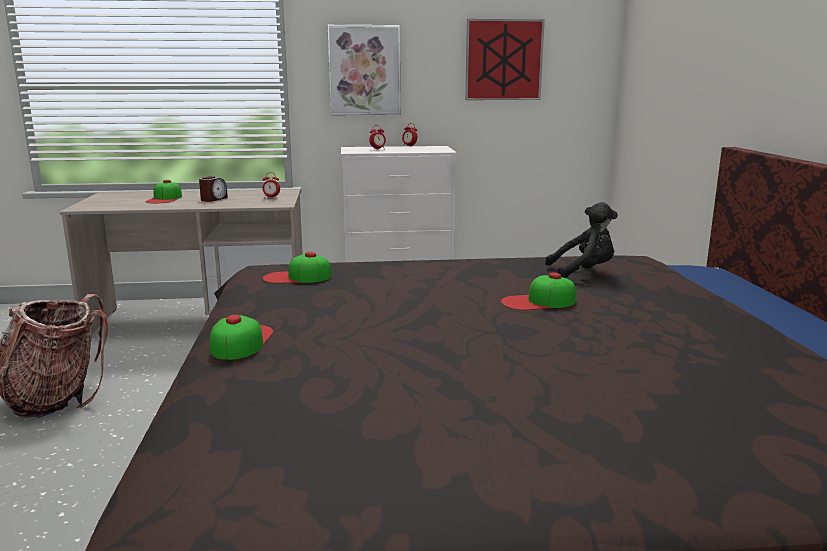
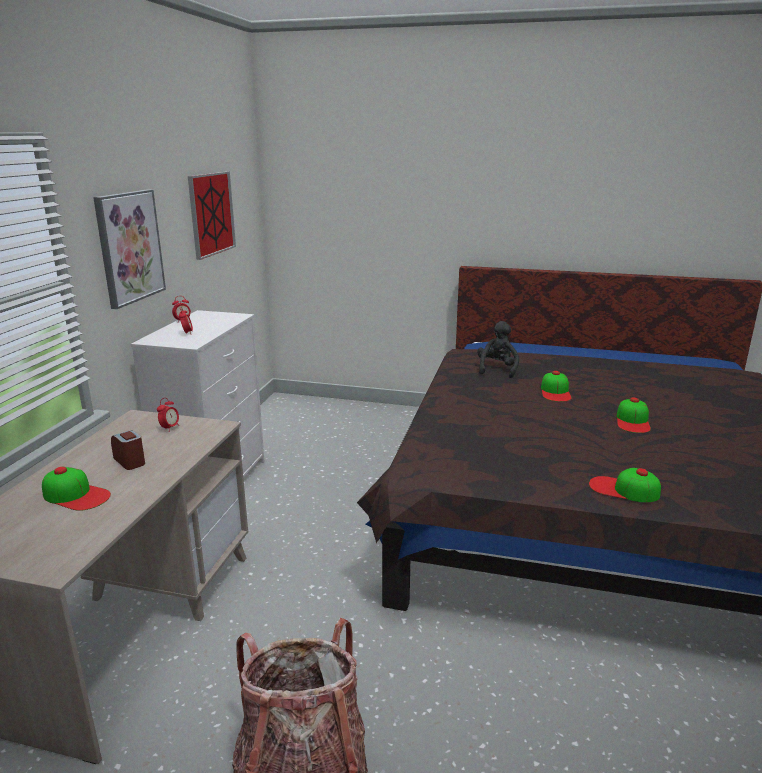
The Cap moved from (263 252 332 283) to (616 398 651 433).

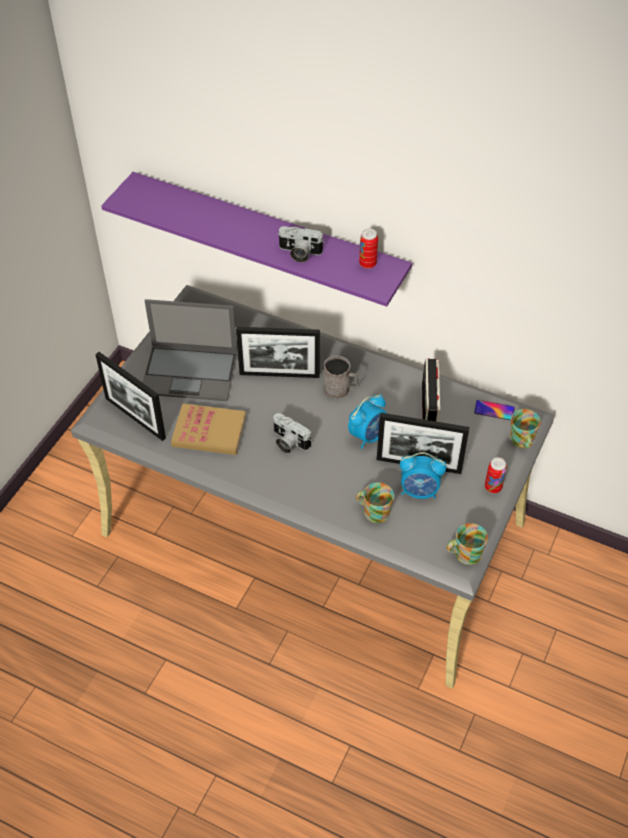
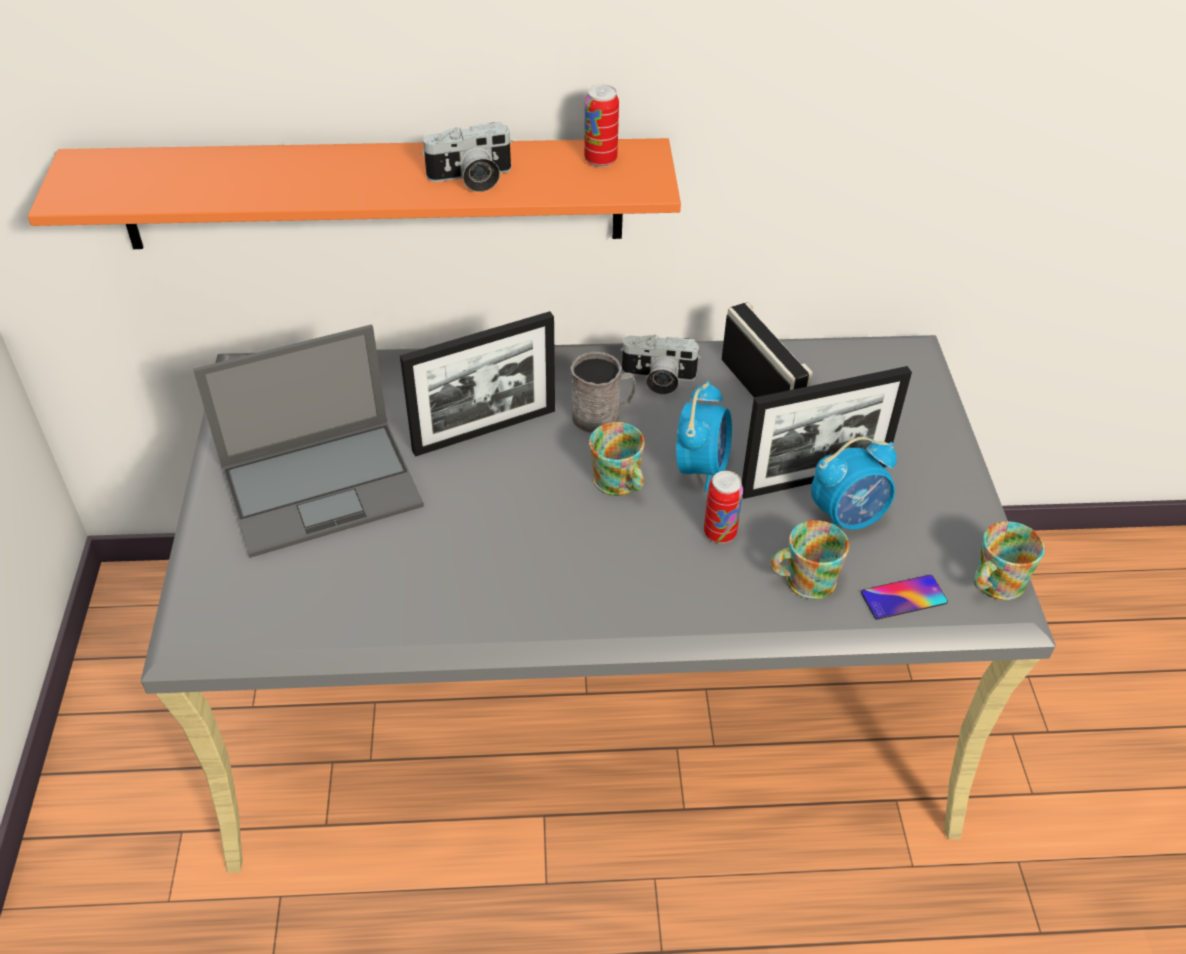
The PictureFrame at (95 352 166 441) disappeared. The PurpleShelf at (101 172 412 307) became the OrangeShelf at (28 138 681 249). The Book at (171 404 246 455) disappeared. The PhotoCamera moved from (273 413 311 453) to (620 335 701 394). The Phone moved from (474 400 515 420) to (861 575 948 619). The Can moved from (485 457 507 494) to (704 471 743 543). The Mug moved from (510 409 541 449) to (589 422 645 496).

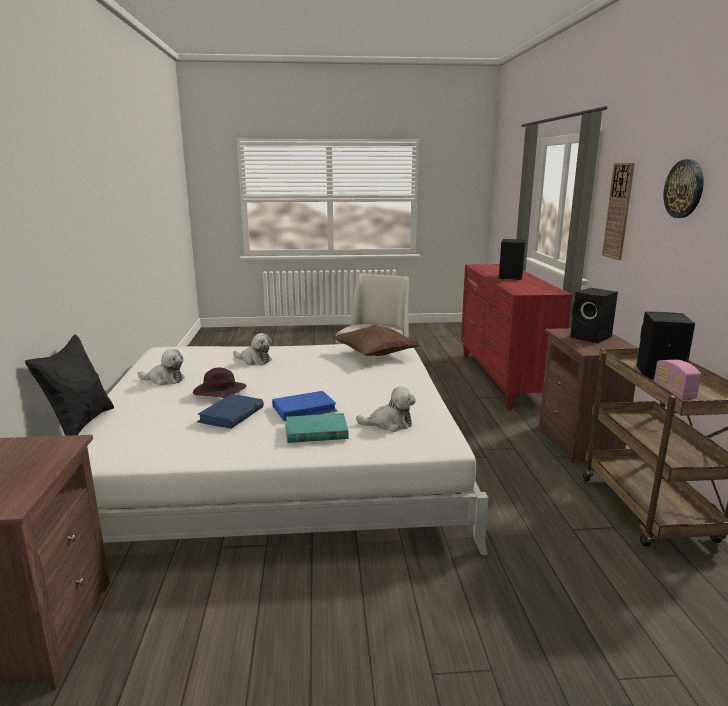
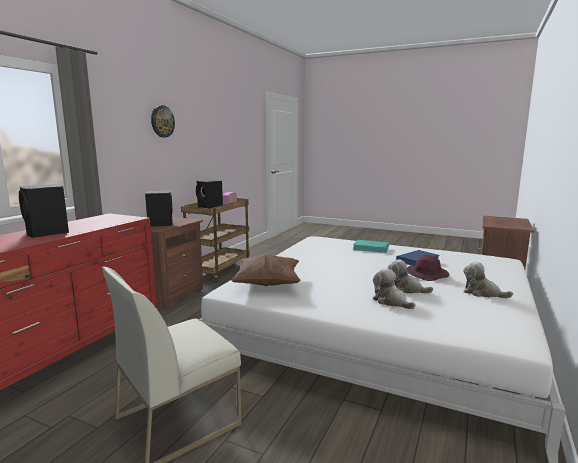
The BlackPillow at (25 334 114 436) disappeared. The BlueBook at (272 391 338 421) disappeared. The PlushToy moved from (356 386 416 432) to (388 259 433 294). The WallClock at (602 163 635 260) disappeared.

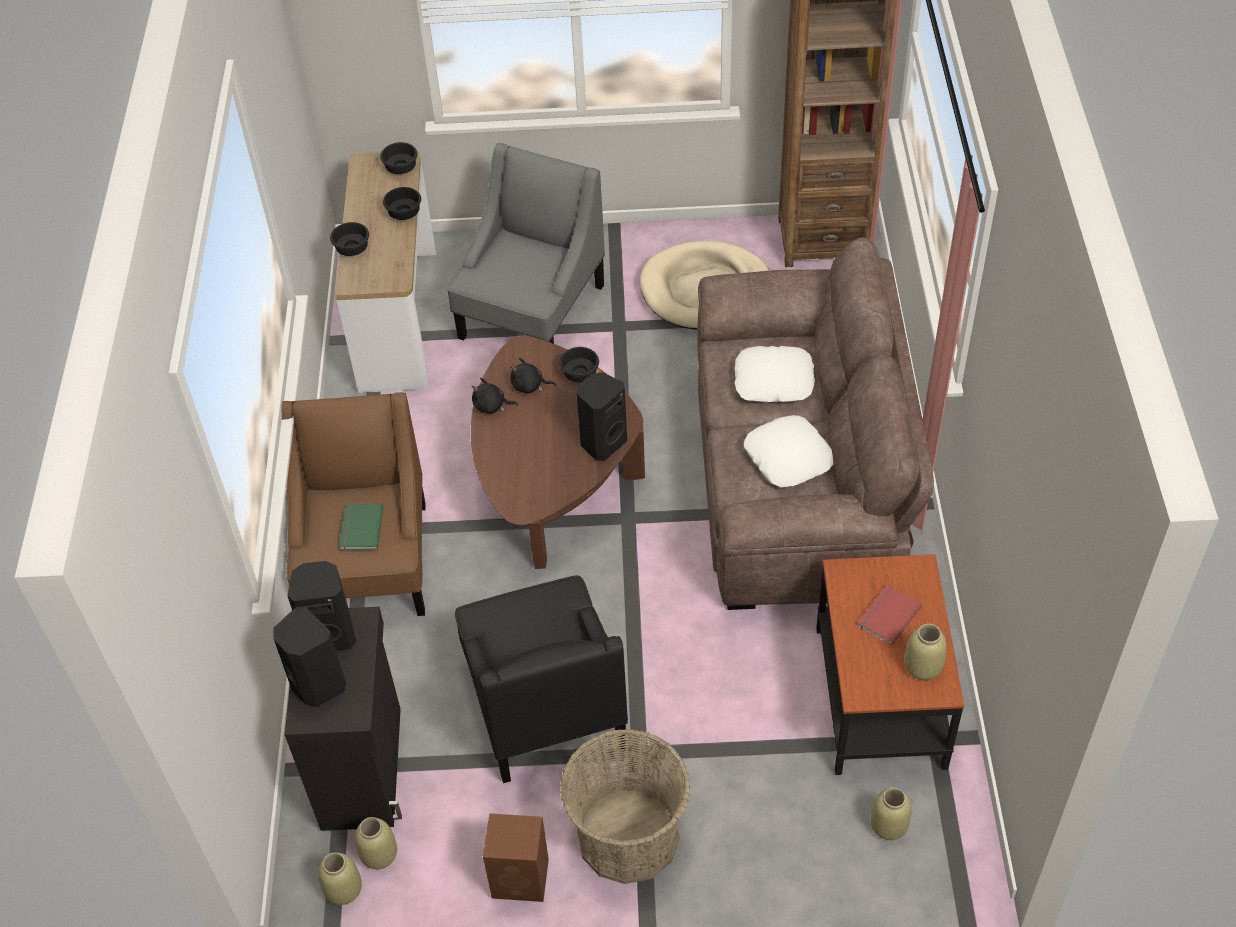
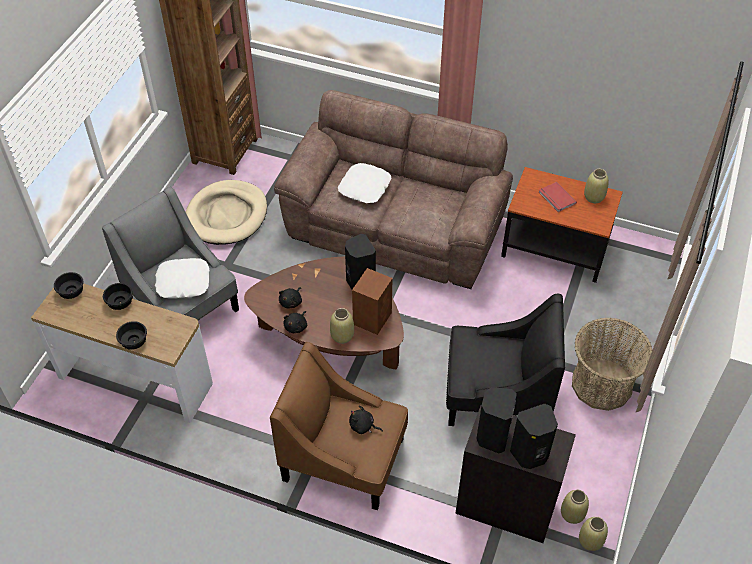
The GreenBook at (339 504 383 551) was replaced by the BlackPlushToy at (349 405 383 434). The BrownSpeaker moved from (483 813 549 902) to (352 268 392 335). The BlackBowl at (559 347 599 382) disappeared. The WhitePillow moved from (744 415 833 487) to (155 258 209 299). The BeigeVase moved from (870 787 911 840) to (330 308 354 344).

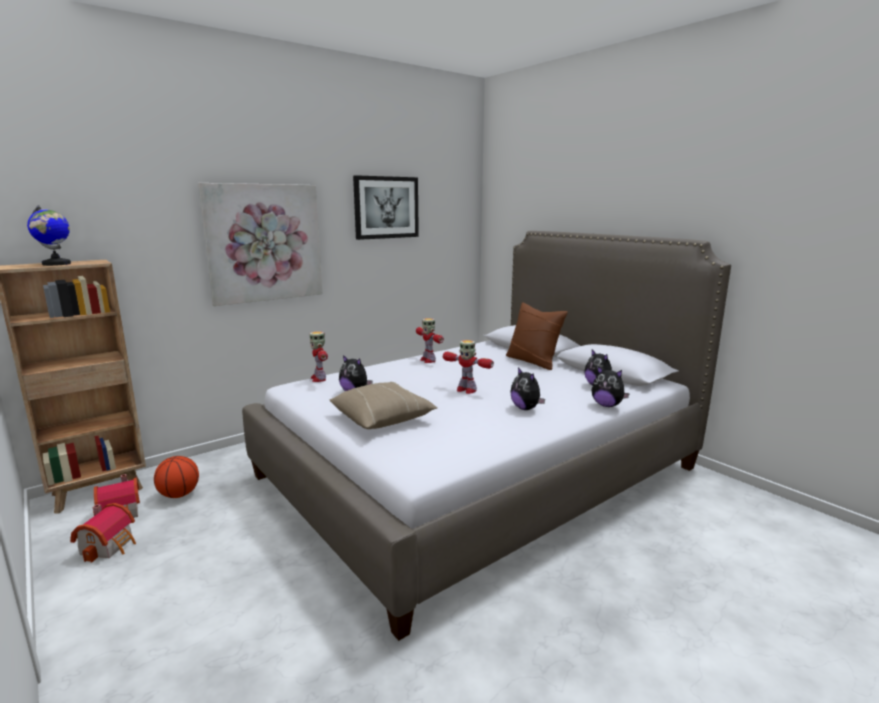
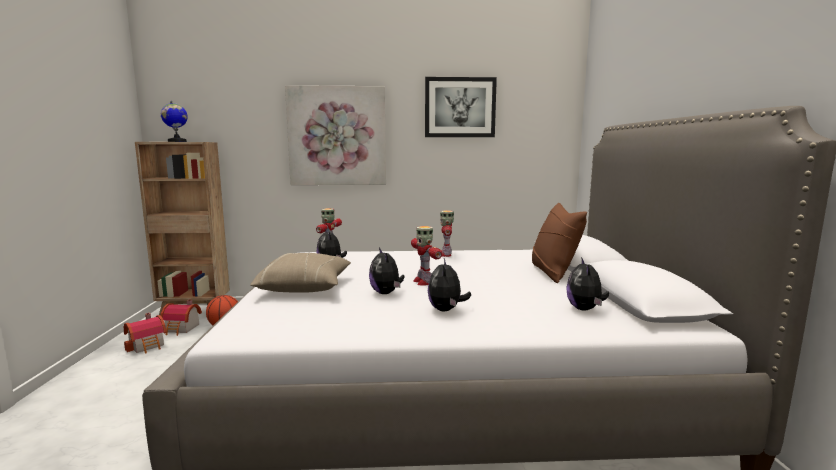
The PlushToy moved from (592 366 630 407) to (369 248 405 294).

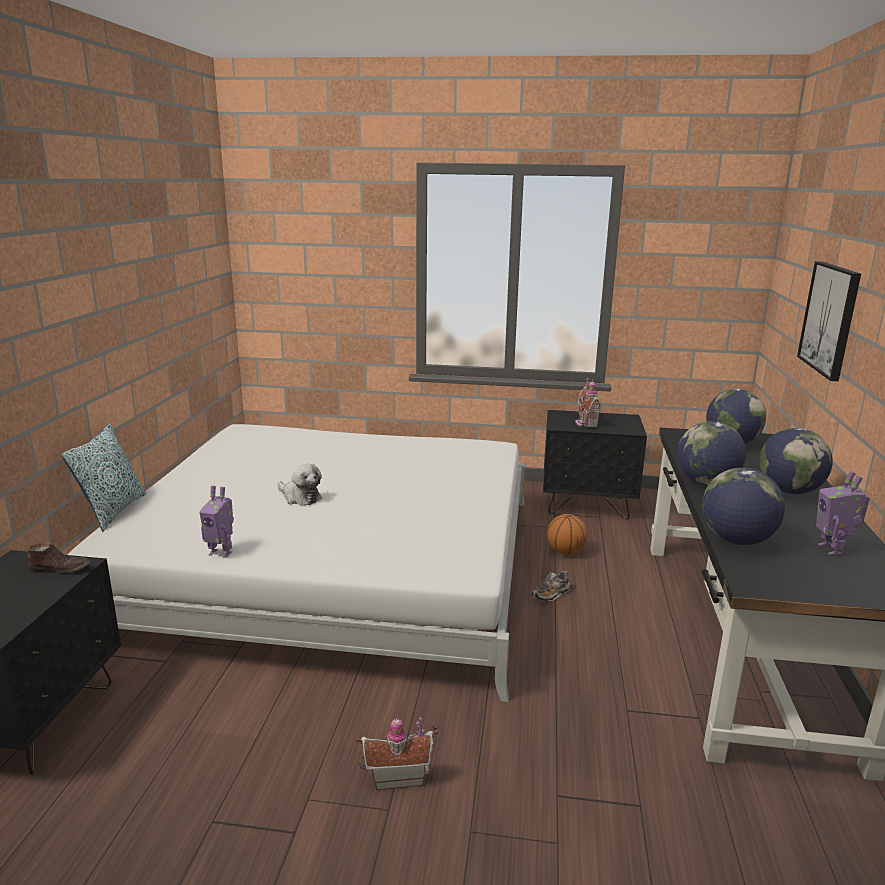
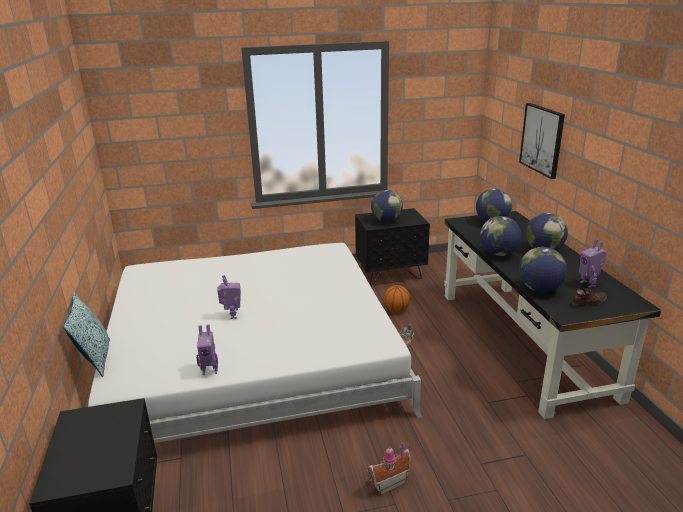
The BrownShoe moved from (28 543 90 573) to (572 288 607 307). The PlushToy at (277 464 322 506) was replaced by the ToyRobot at (217 275 241 319). The ToyHouse at (575 378 602 427) was replaced by the Globe at (371 190 403 222).

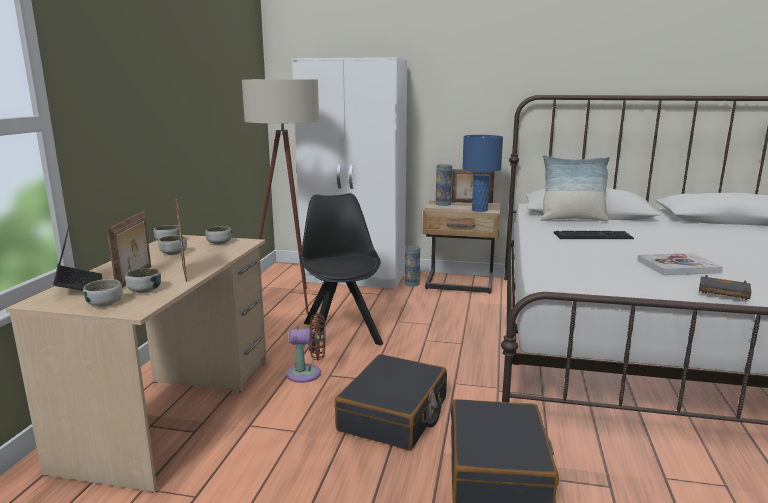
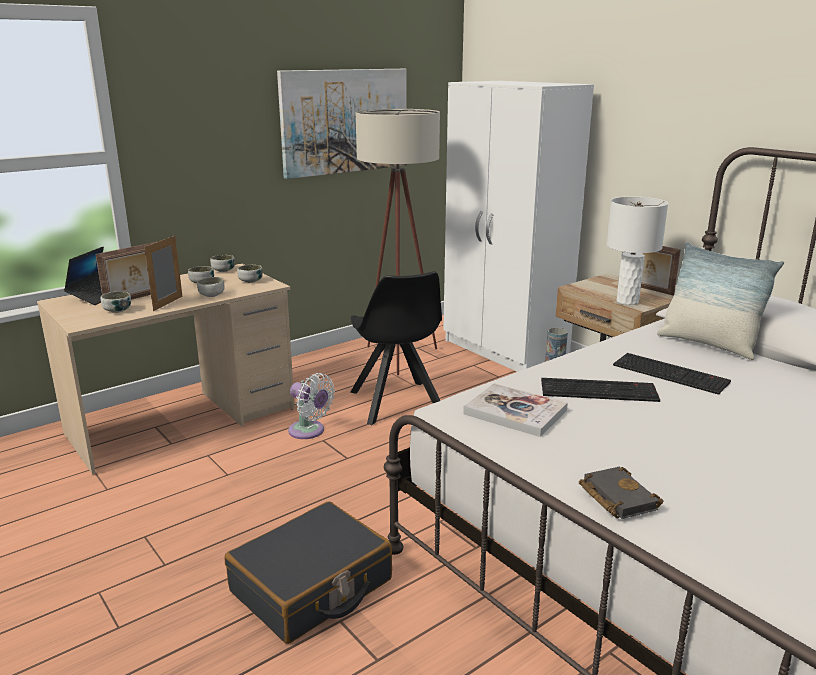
The Bowl moved from (83 279 123 307) to (197 277 225 297). The BrownFan at (286 313 326 383) became the WhiteFan at (288 373 335 439). The BlackChair at (300 193 383 351) turned 135 degrees clockwise. The BlackSuitcase at (335 354 447 451) disappeared. The Vase at (436 164 452 206) disappeared. The BlueTableLamp at (462 135 503 212) became the WhiteTableLamp at (607 197 668 305). The Book moved from (637 253 723 275) to (463 383 568 437). The Picture at (277 69 407 179) appeared. The Keyboard at (541 378 660 402) appeared.

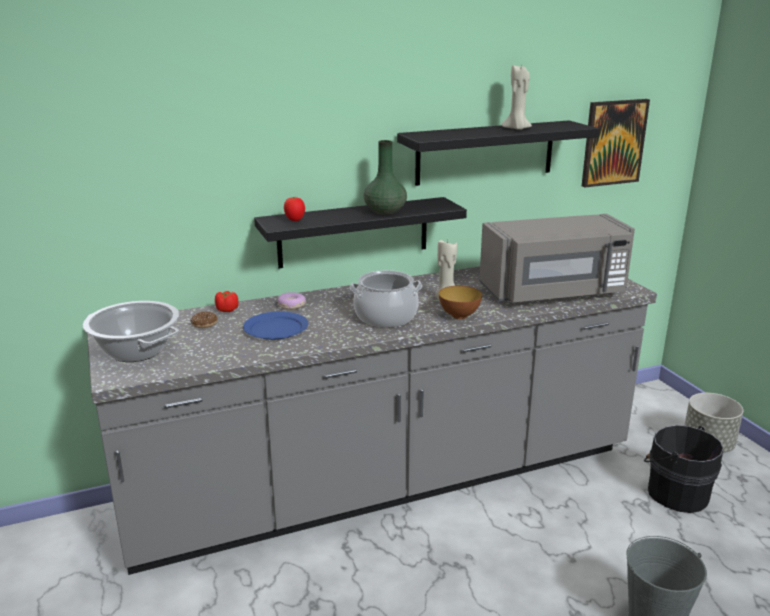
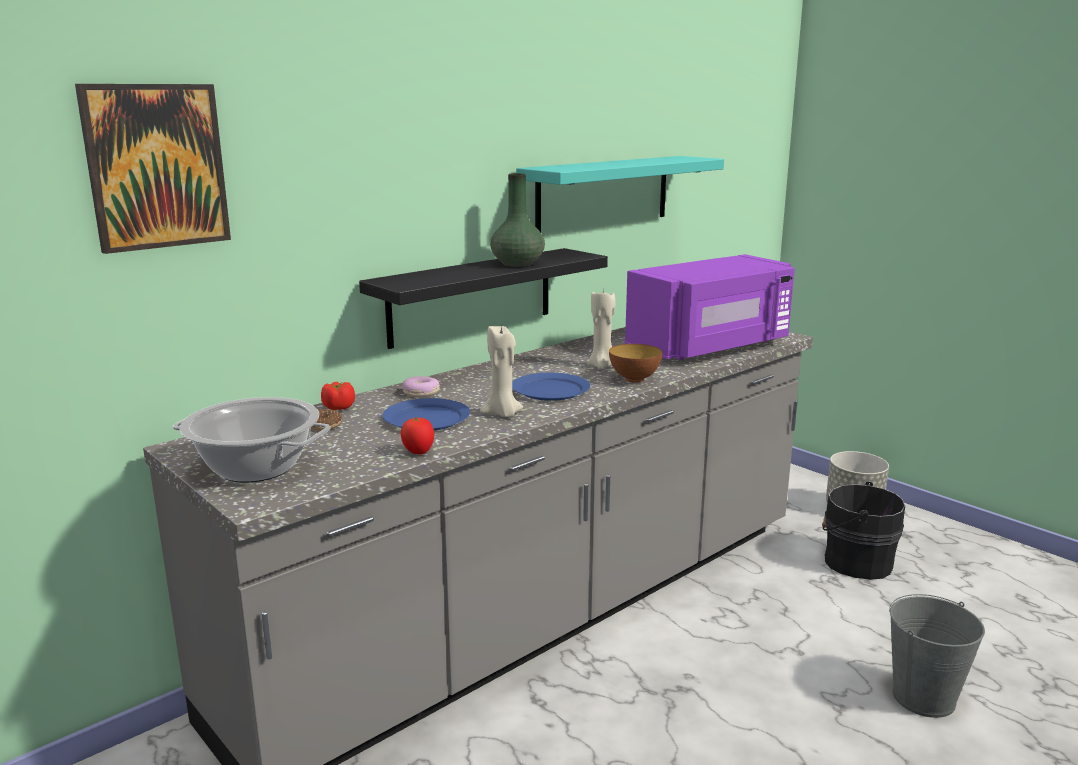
The Tomato moved from (284 197 305 221) to (401 417 434 454). The CookingPot at (350 270 422 327) was replaced by the BluePlate at (512 373 590 401). The BlackShelf at (397 120 599 186) became the TurquoiseShelf at (516 156 724 232). The GreyMicrowave at (479 214 635 303) became the PurpleMicrowave at (625 254 795 360). The BeigeCandle moved from (502 65 532 130) to (480 323 523 417). The Picture moved from (582 99 650 188) to (75 84 231 254).

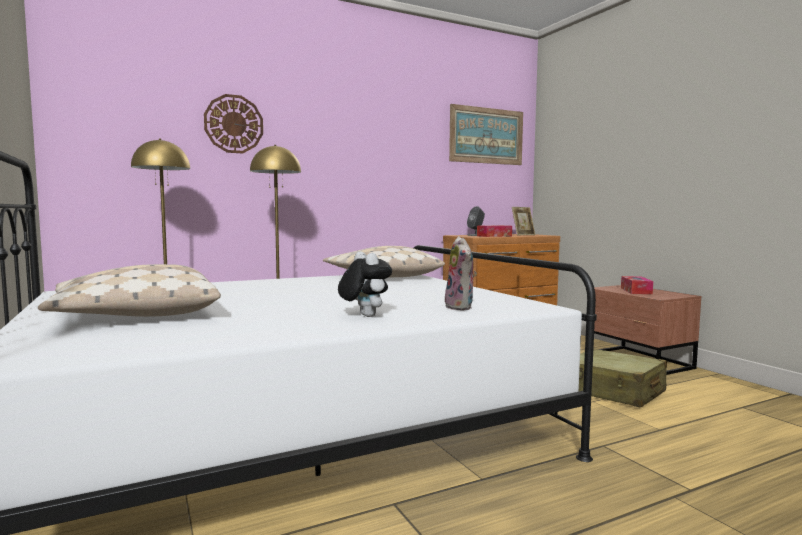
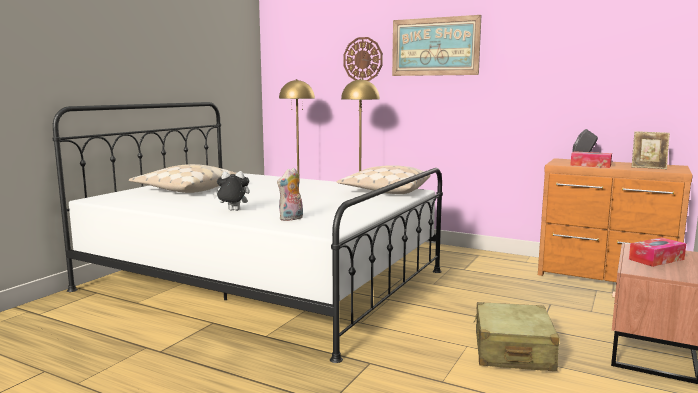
The PlushToy at (338 252 392 317) turned 120 degrees counterclockwise. The Picture moved from (449 104 523 165) to (392 15 481 76).

